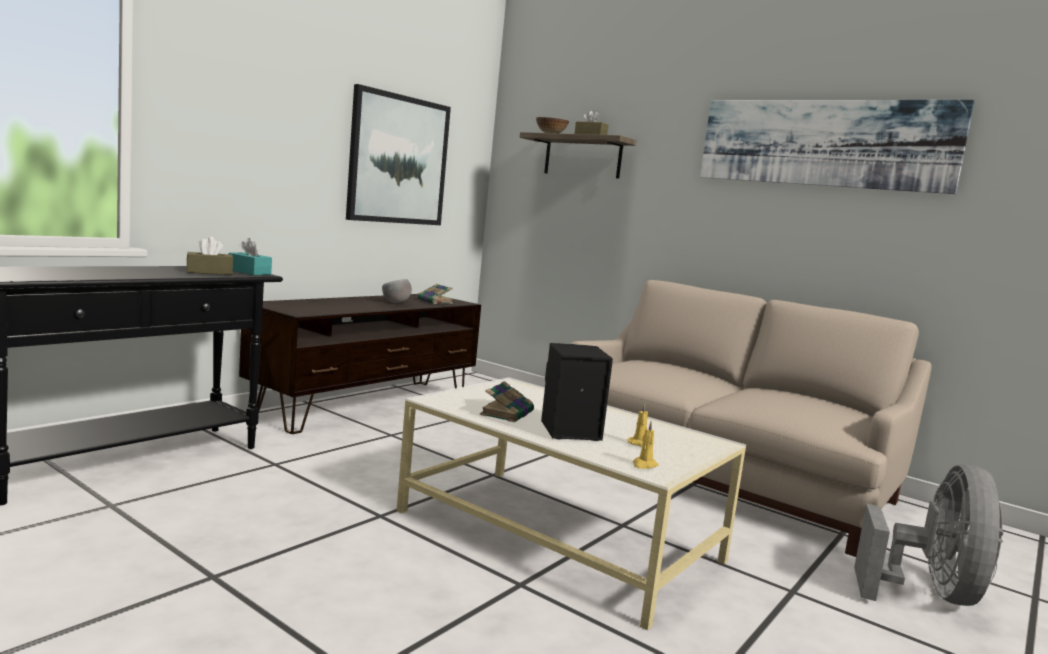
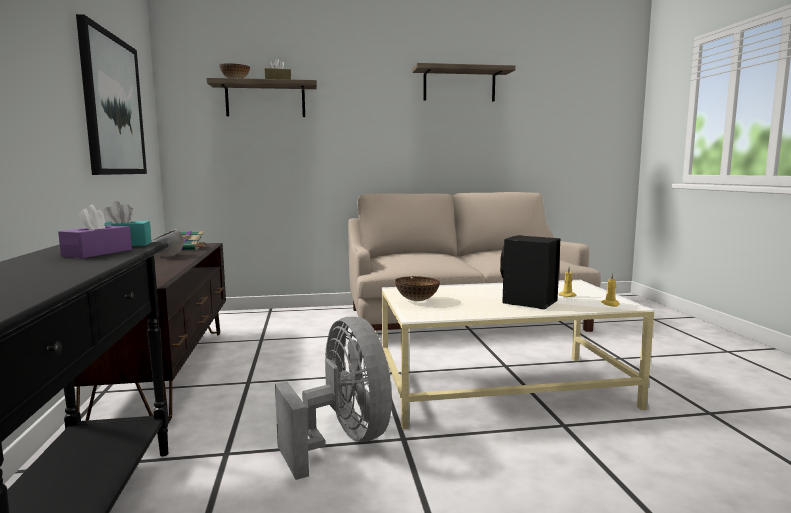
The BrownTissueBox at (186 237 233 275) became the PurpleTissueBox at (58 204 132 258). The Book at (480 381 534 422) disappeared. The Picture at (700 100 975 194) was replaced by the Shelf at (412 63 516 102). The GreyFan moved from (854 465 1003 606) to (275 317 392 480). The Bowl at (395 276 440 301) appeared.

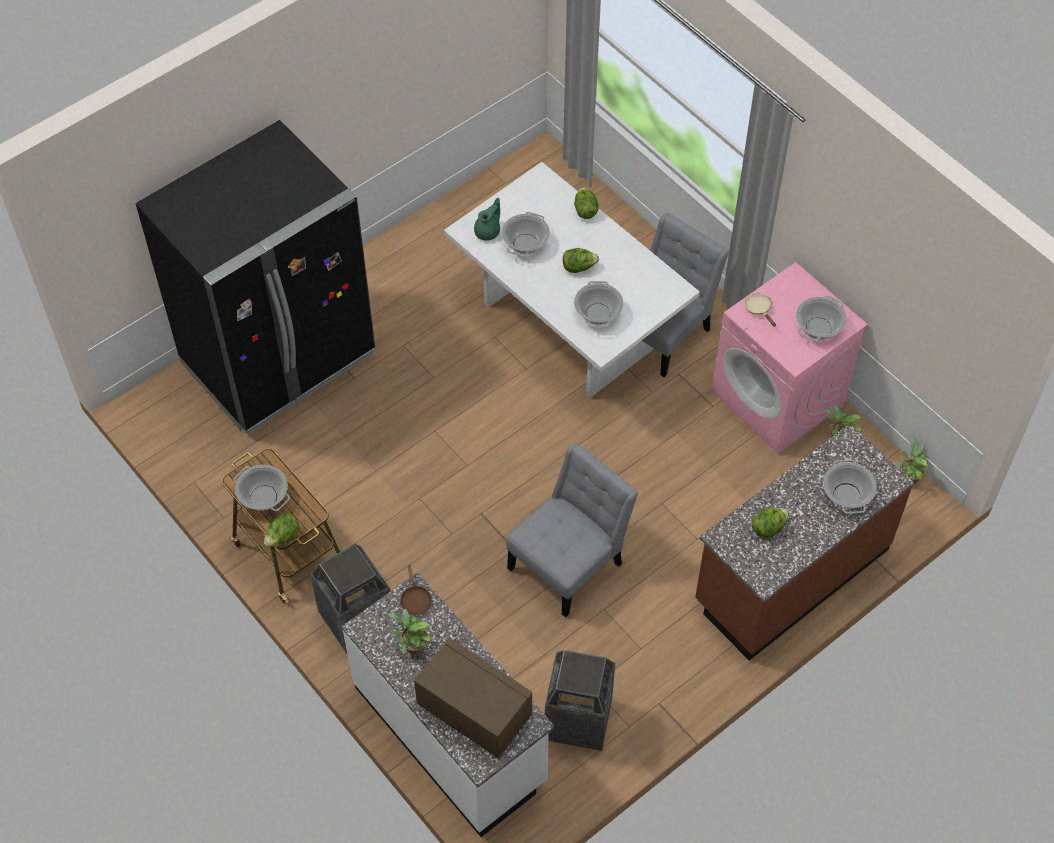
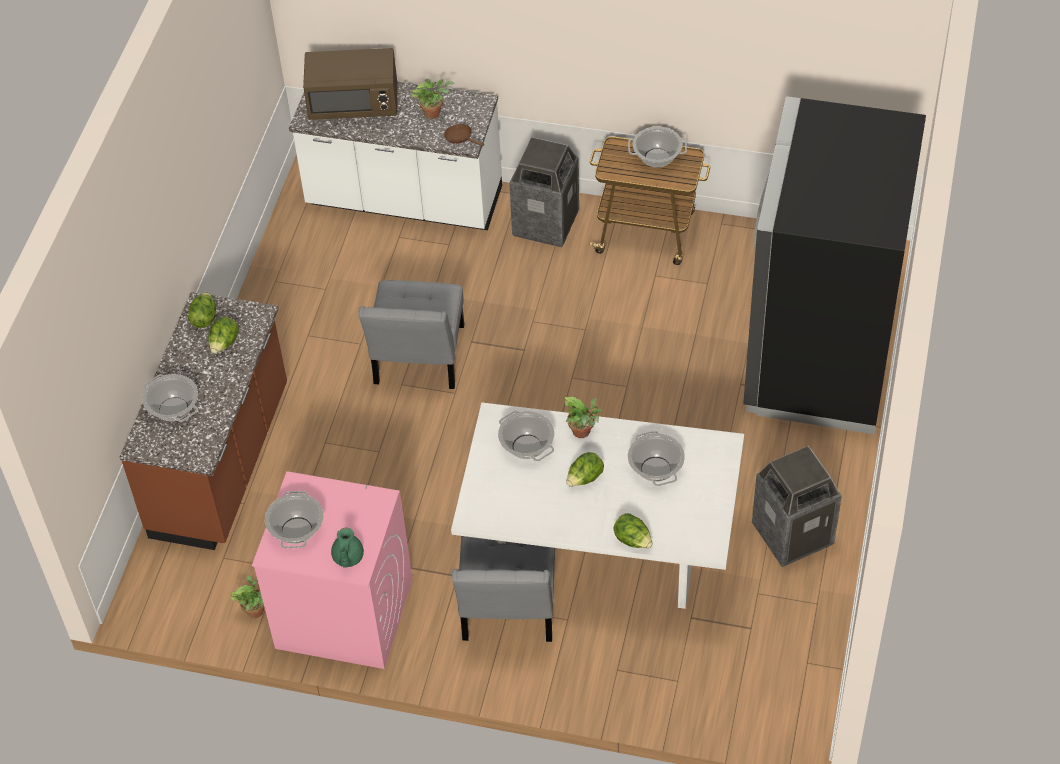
The Lettuce moved from (264 514 300 547) to (188 292 216 328). The GreenTeapot moved from (474 198 500 241) to (331 528 364 568). The TrashCan moved from (545 650 616 751) to (752 446 842 567). The BeigeFryingPan at (744 294 776 327) disappeared. The PottedPlant moved from (896 437 928 484) to (564 397 602 438).

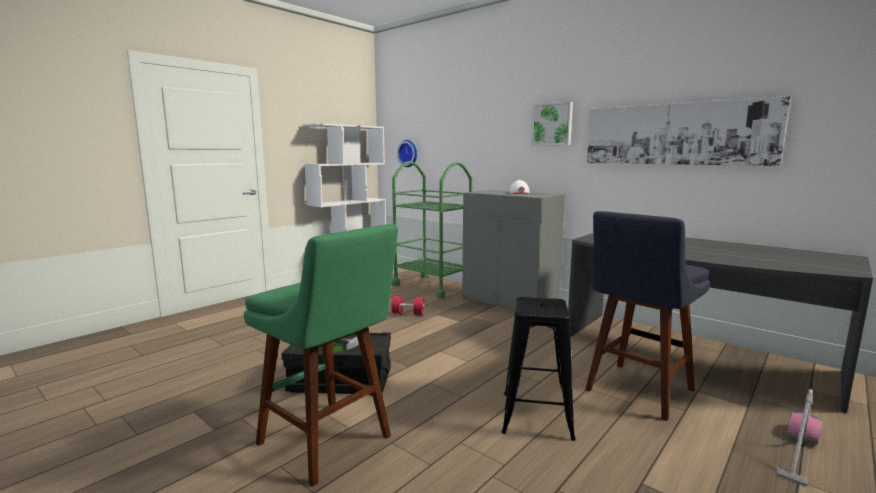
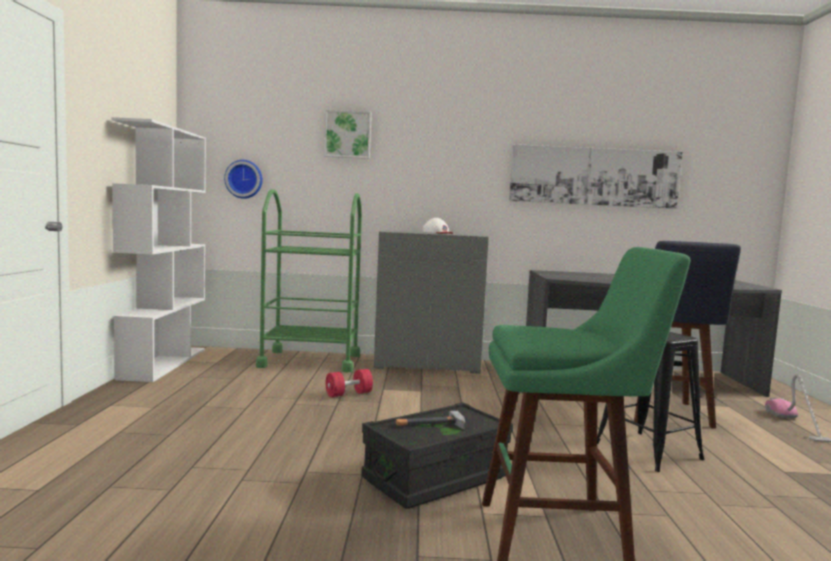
The Picture moved from (532 102 573 145) to (324 110 371 159).

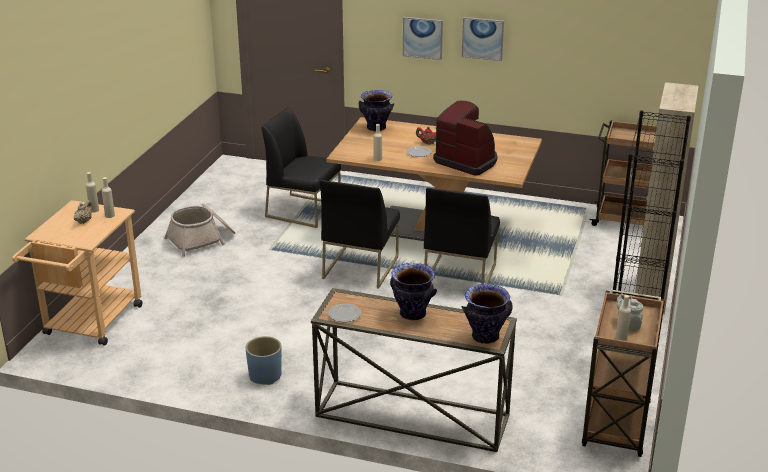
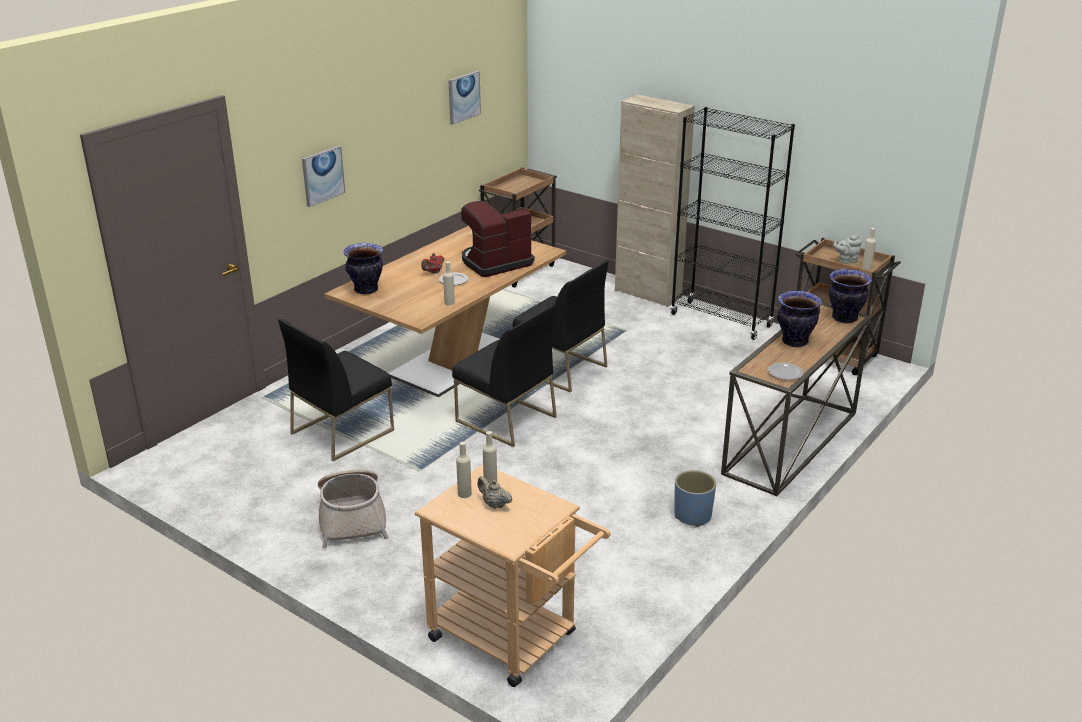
The Picture moved from (462 17 504 61) to (448 71 481 125).

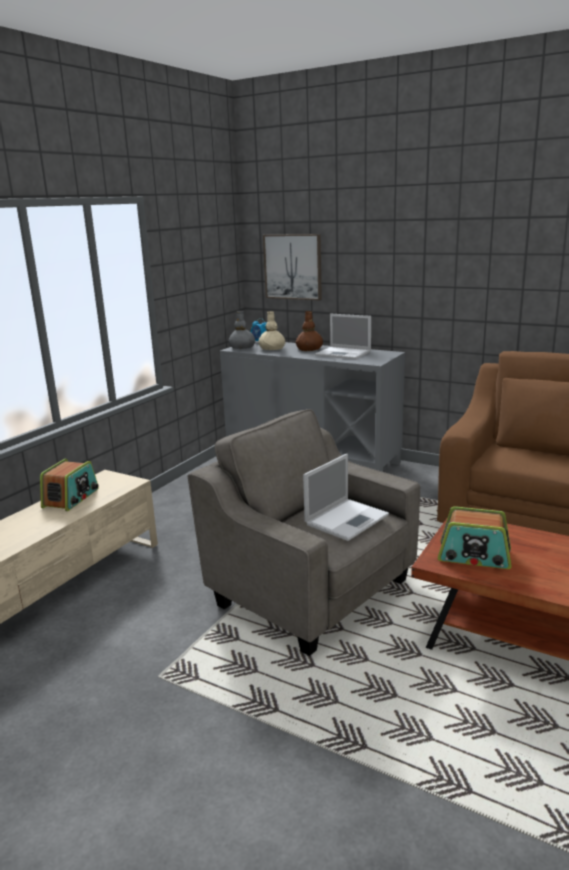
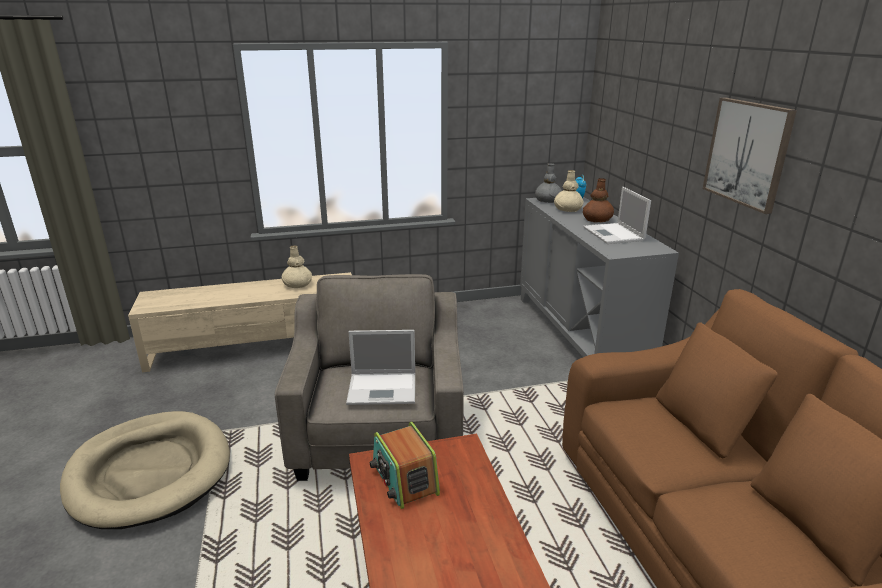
The Radio at (40 459 99 511) was replaced by the BeigeVase at (282 245 312 288). The Picture moved from (263 234 322 300) to (703 98 797 214). The BeigeDogBed at (60 411 230 529) appeared.

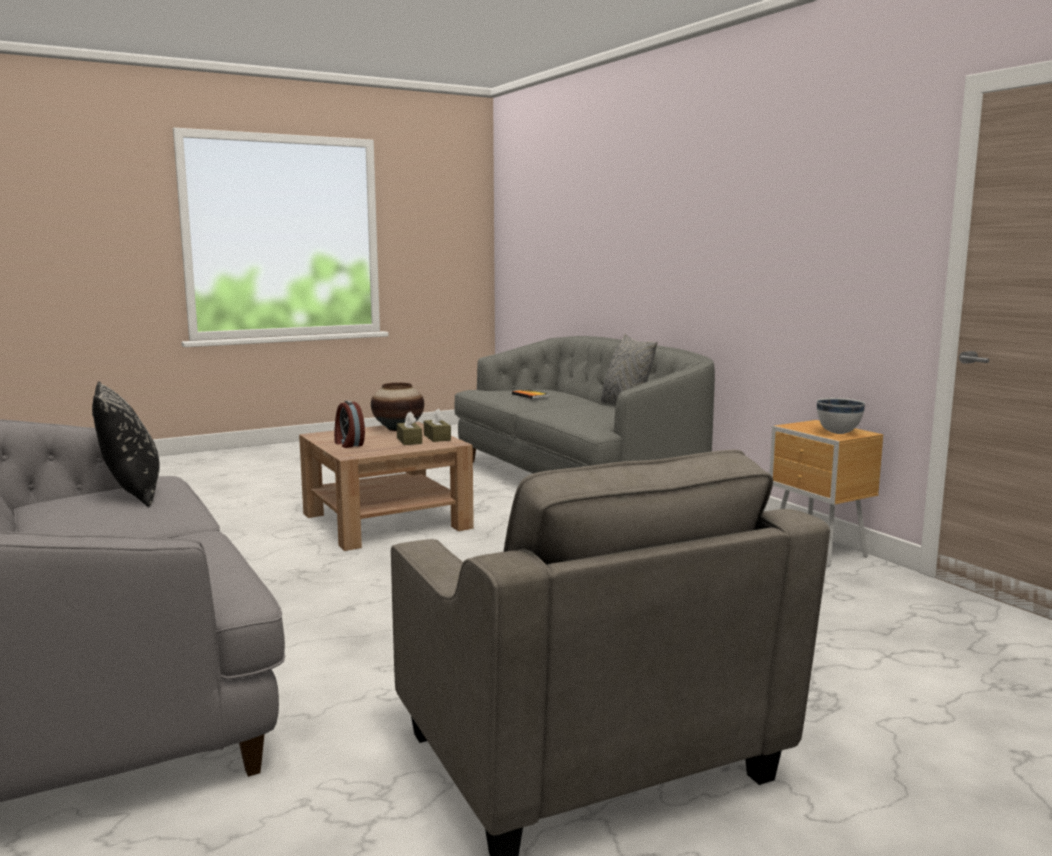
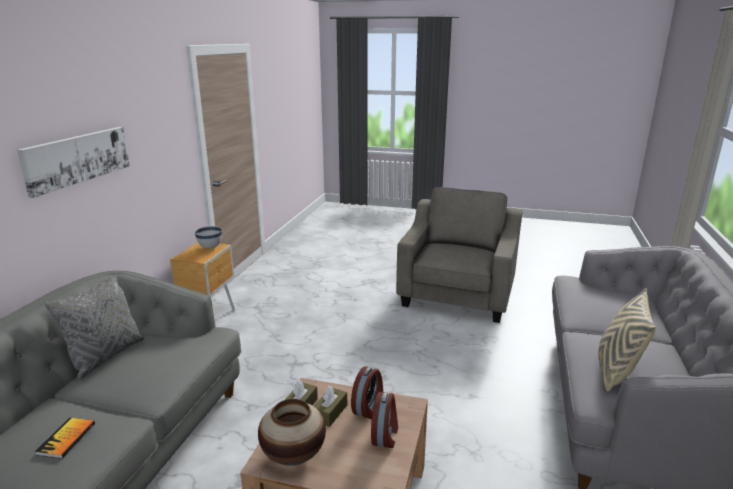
The BlackPillow at (92 381 160 507) became the BeigePillow at (598 288 655 392). The Picture at (17 127 130 198) appeared. The AlarmClock at (351 366 383 419) appeared.

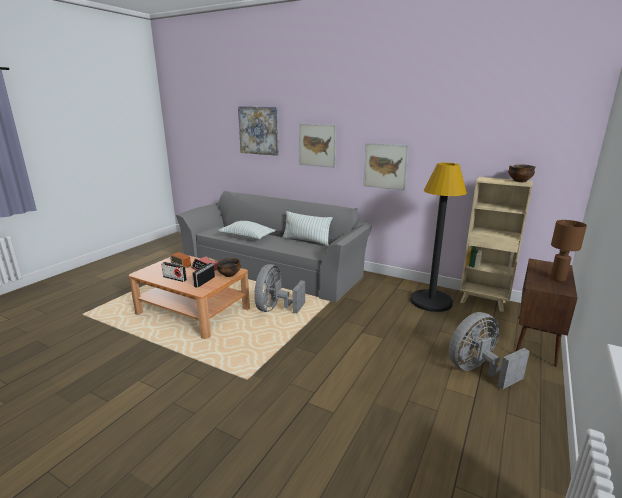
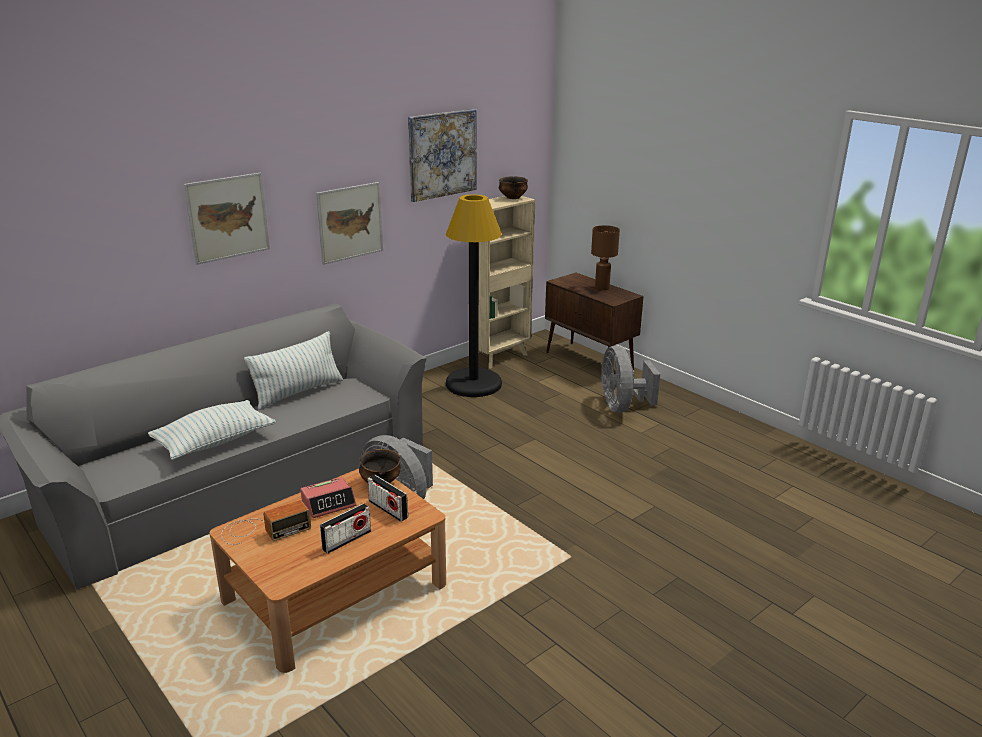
The Picture moved from (238 106 279 156) to (408 109 477 202).

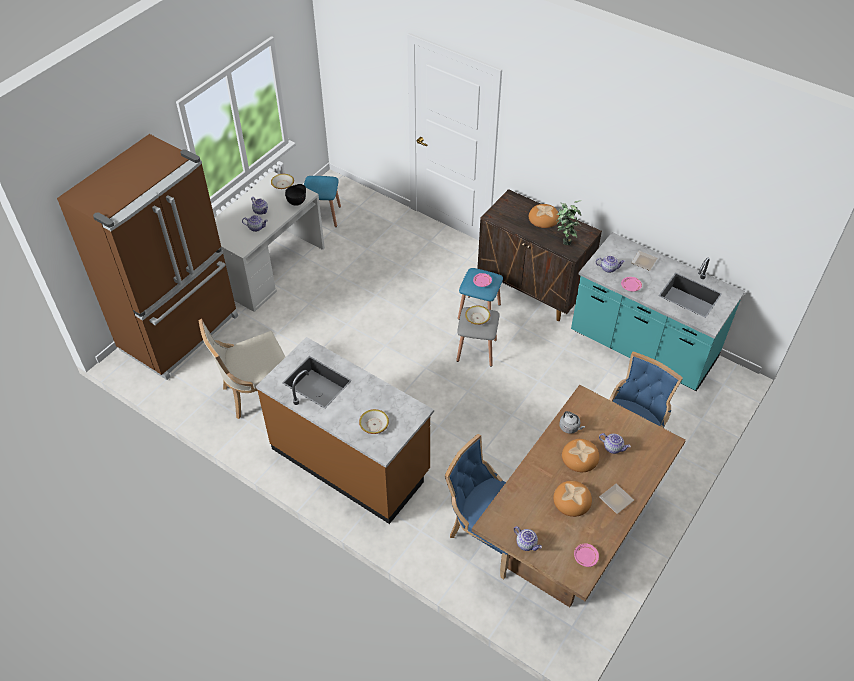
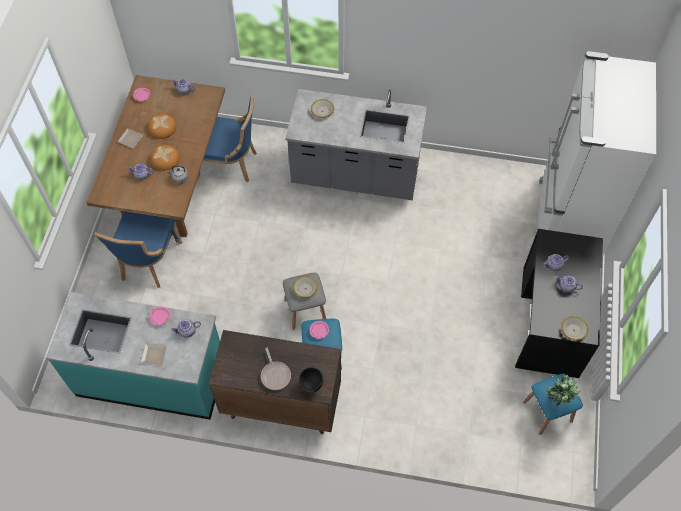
The BrownFridge at (57 134 238 380) became the WhiteFridge at (538 51 656 258). The BeigeChair at (198 319 285 419) disappeared. The WhiteDesk at (215 171 325 312) became the BlackDesk at (515 229 603 378). The BrownCounter at (256 337 434 524) became the GreyCounter at (285 89 427 200). The BlackBowl moved from (285 184 306 206) to (299 367 323 393). The Bread at (529 204 559 228) was replaced by the FryingPan at (261 348 291 390). The PottedPlant moved from (556 201 581 245) to (546 375 581 406).

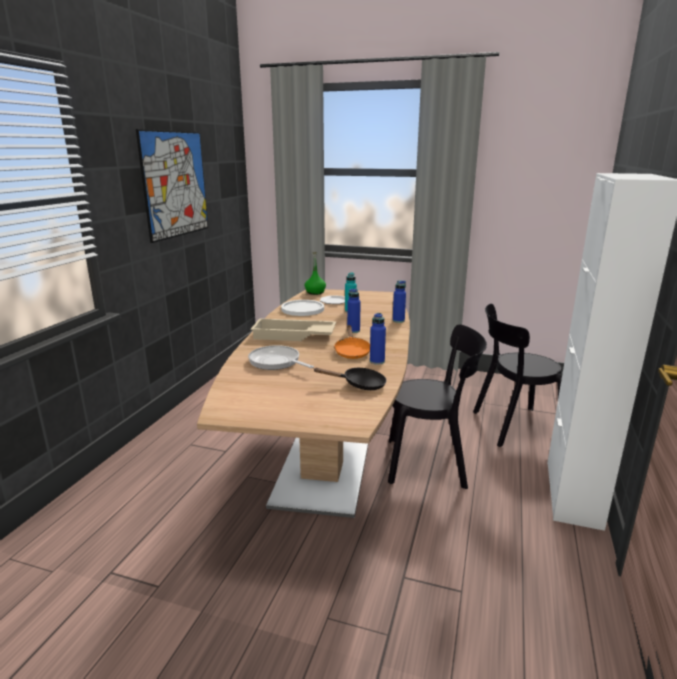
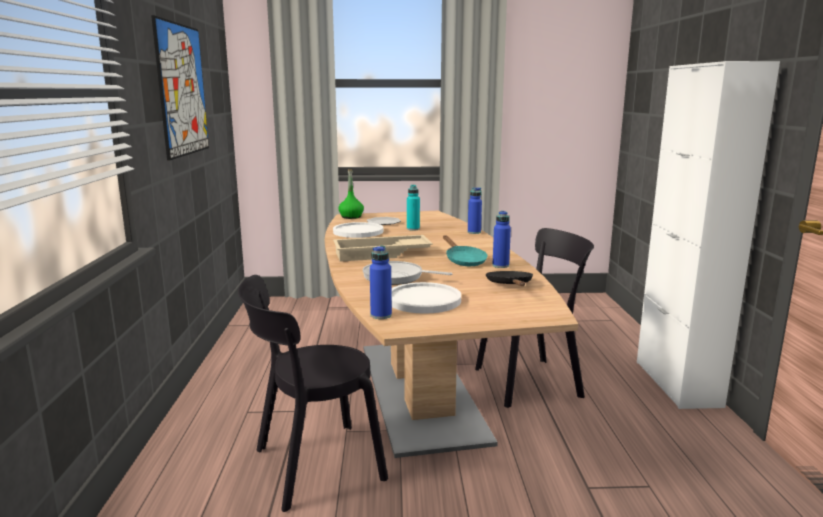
The BlackFryingPan at (313 368 387 390) turned 75 degrees counterclockwise. The OrangeFryingPan at (334 325 370 359) became the TurquoiseFryingPan at (443 235 488 266). The BlueBottle moved from (347 289 361 333) to (370 246 392 319). The BlackChair moved from (473 304 562 447) to (238 275 388 512). The WhitePlate at (391 282 461 314) appeared.

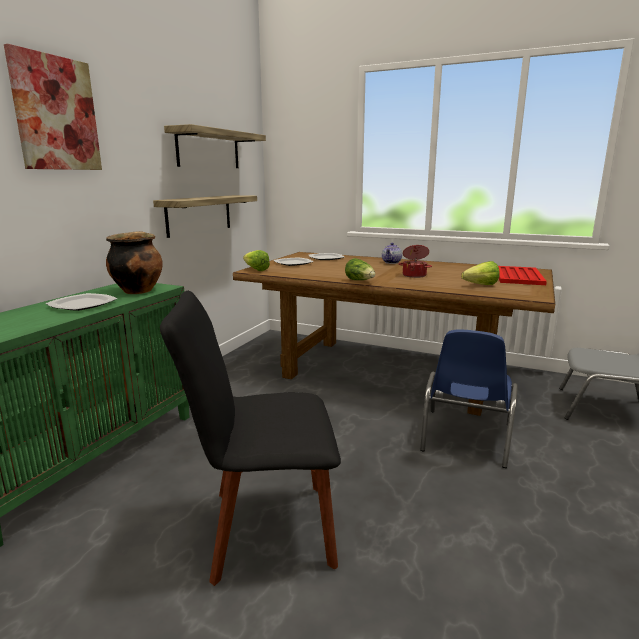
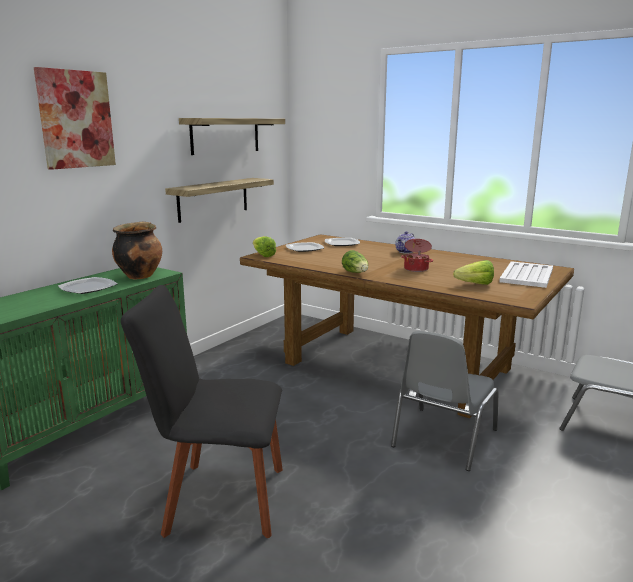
The BlueChair at (420 329 518 468) became the GreyChair at (391 331 498 471). The RedTray at (498 266 547 285) became the WhiteTray at (499 261 553 288).

